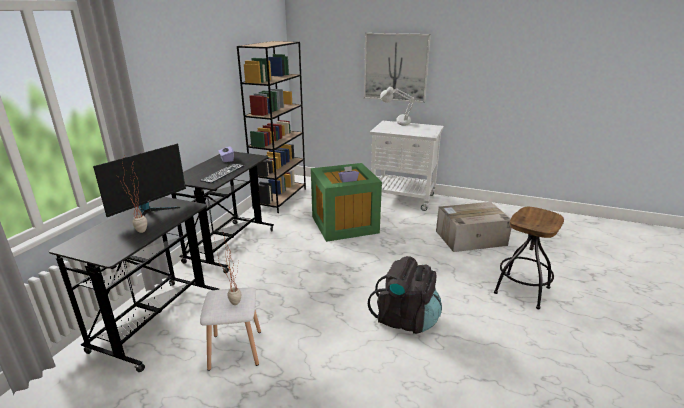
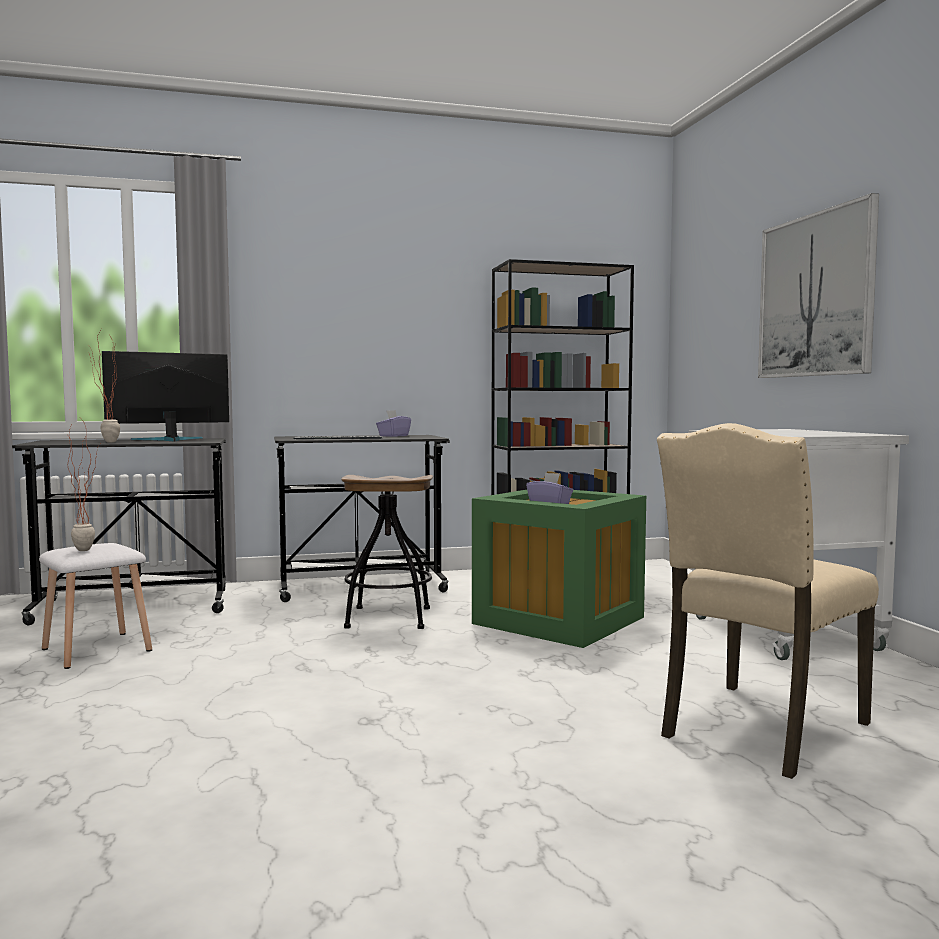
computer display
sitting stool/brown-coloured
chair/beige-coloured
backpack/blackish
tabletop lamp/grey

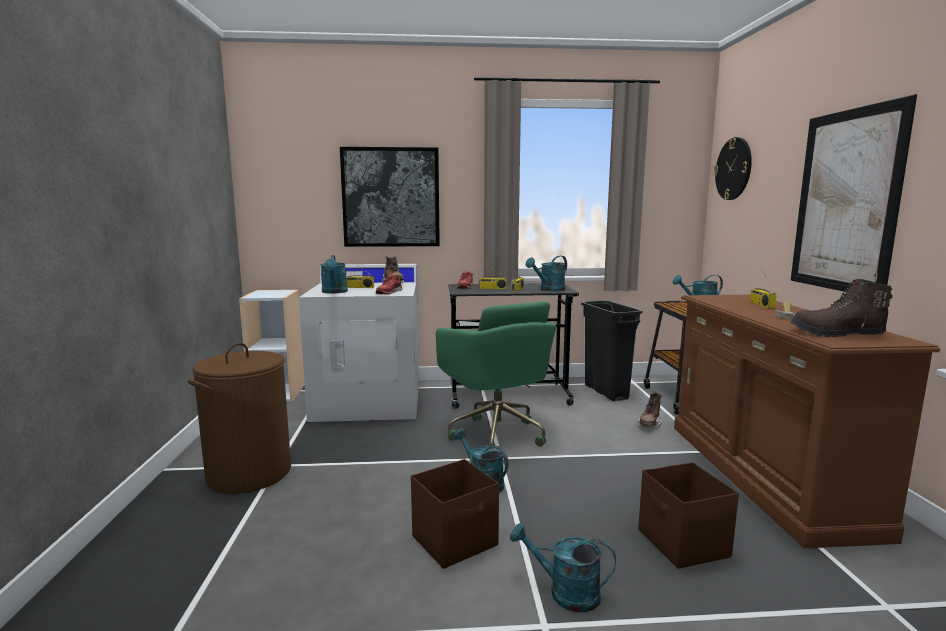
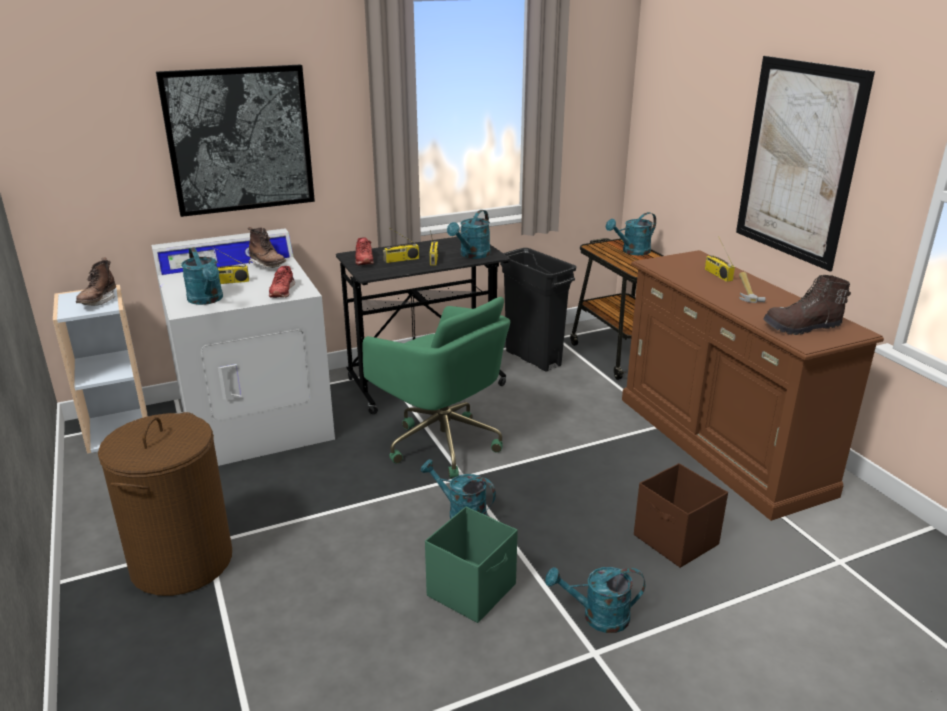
boot/brown-coloured (no. 1 from left)
storage bin/green-coloured
hanging clock

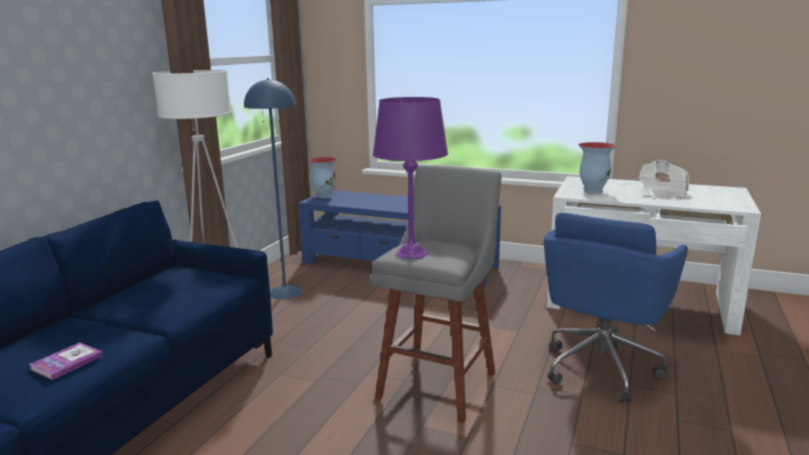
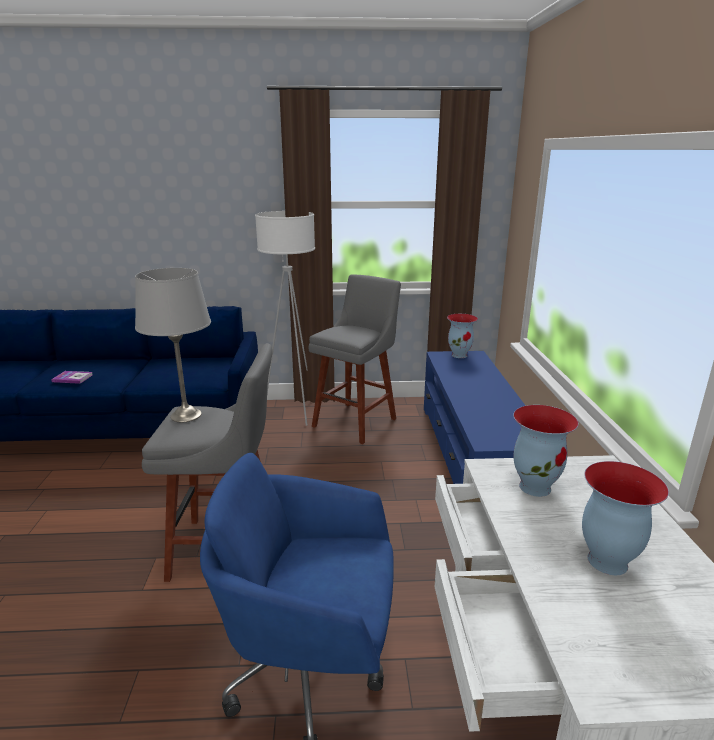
tabletop lamp/grey
sitting stool/grey (no. 2 from left)
vase (no. 3 from left)

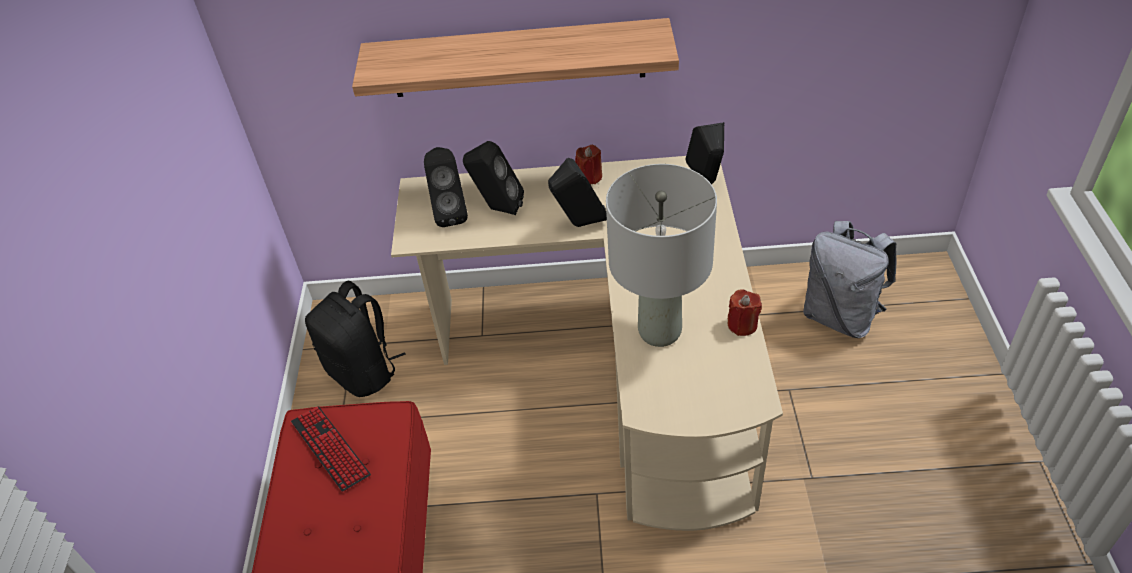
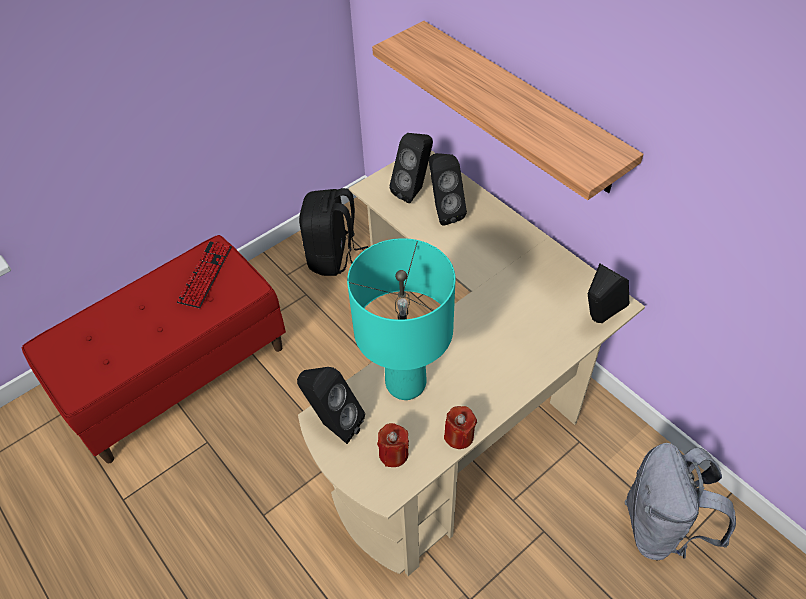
loudspeaker/blackish (no. 1 from left)
tabletop lamp/turquoise
wax candle/reddish (no. 1 from left)

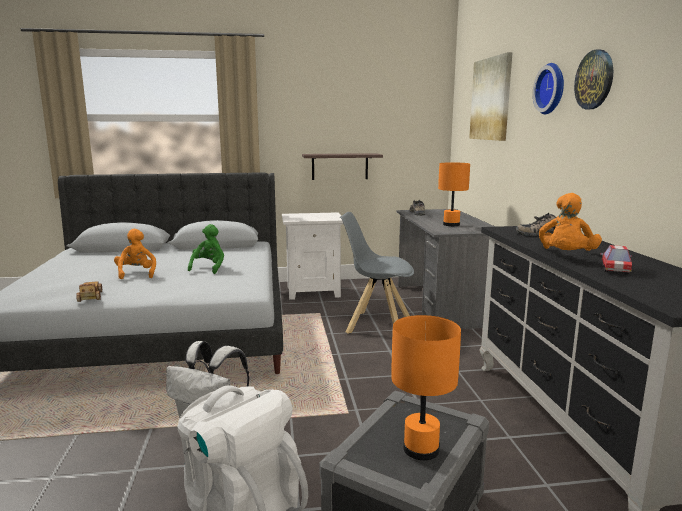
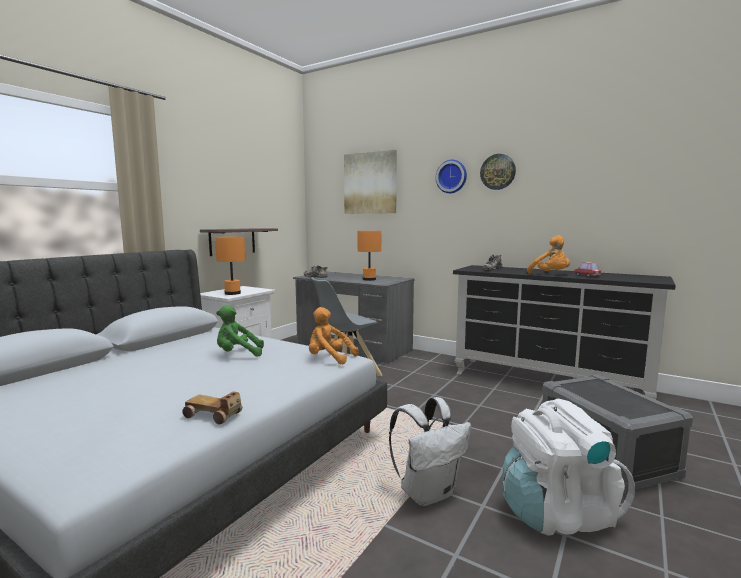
tabletop lamp/orange (no. 1 from left)
soft toy/green-coloured
soft toy/orange (no. 1 from left)

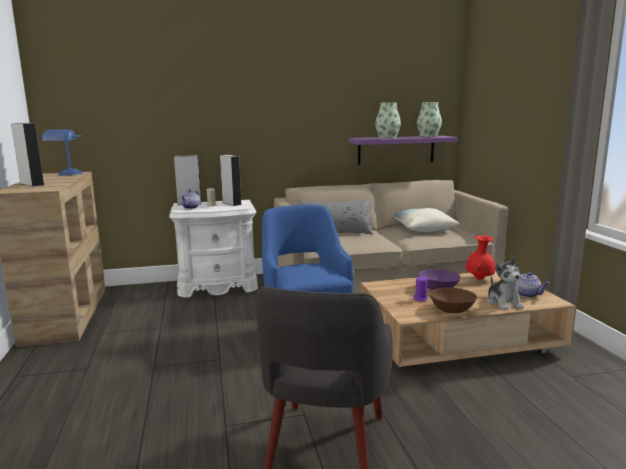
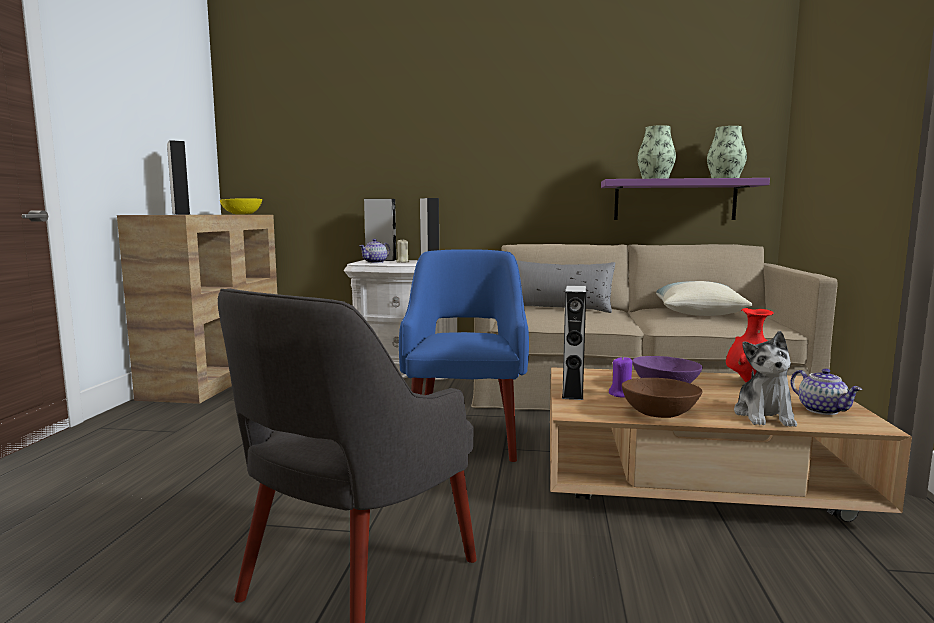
serving bowl/yellow
loudspeaker/grey (no. 4 from left)

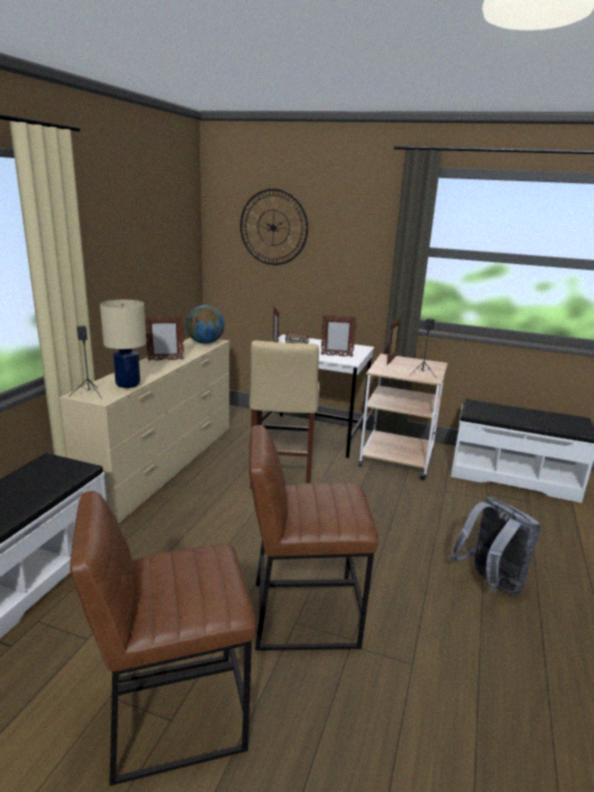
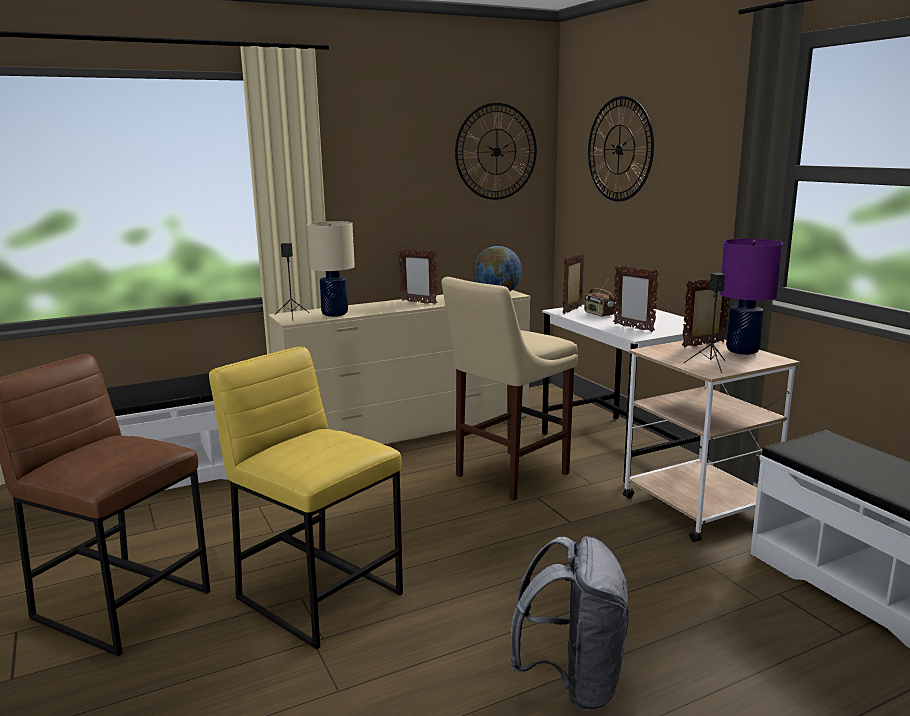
chair/yellow
hanging clock (no. 1 from left)
tabletop lamp/purplish

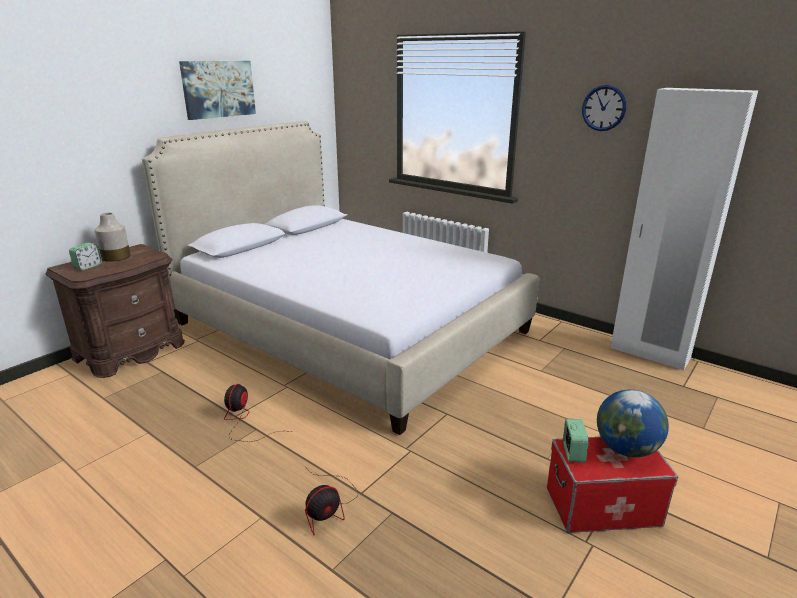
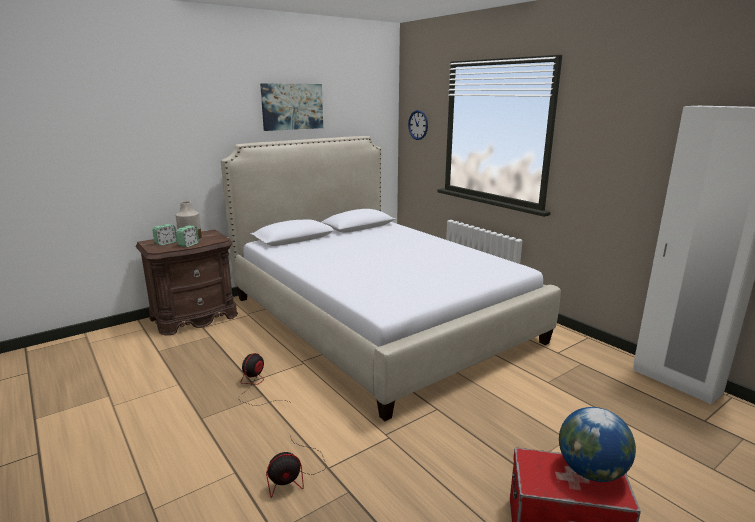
bedside clock (no. 2 from left)
hanging clock

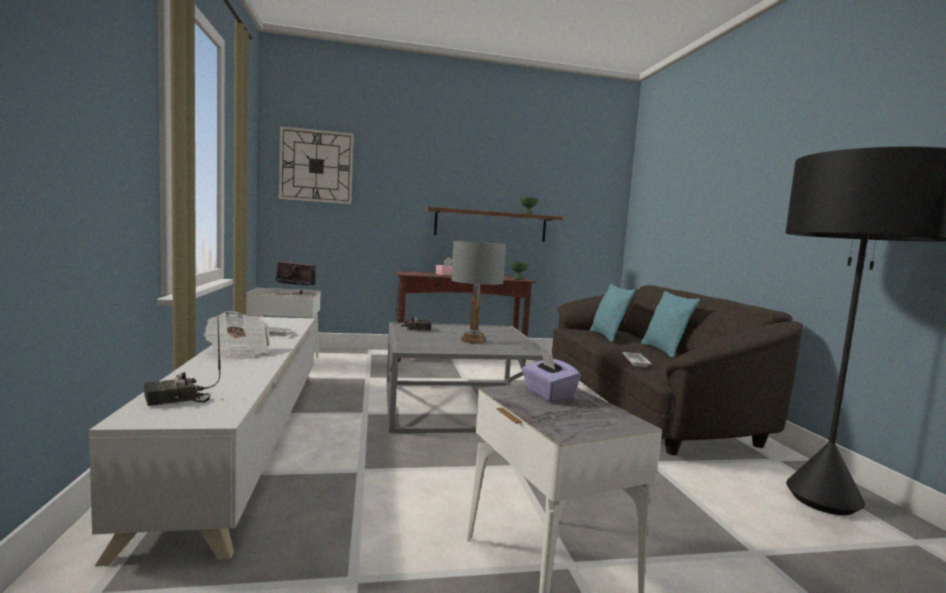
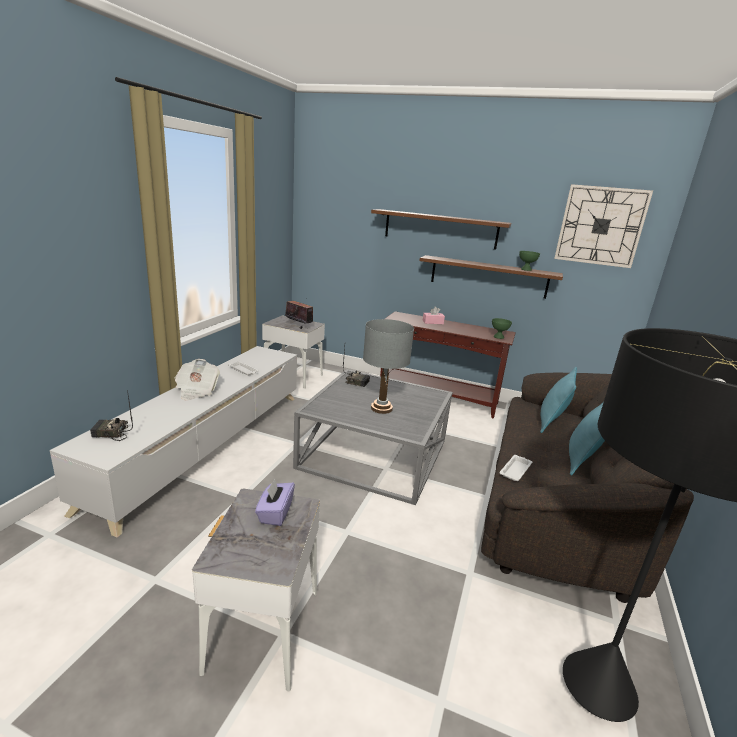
bracket shelf (no. 1 from left)
hanging clock

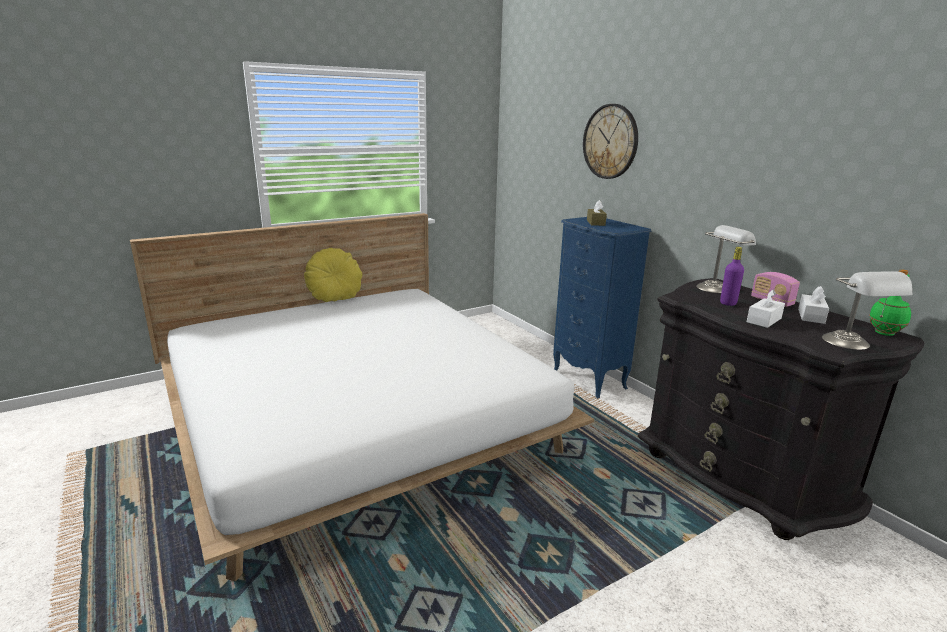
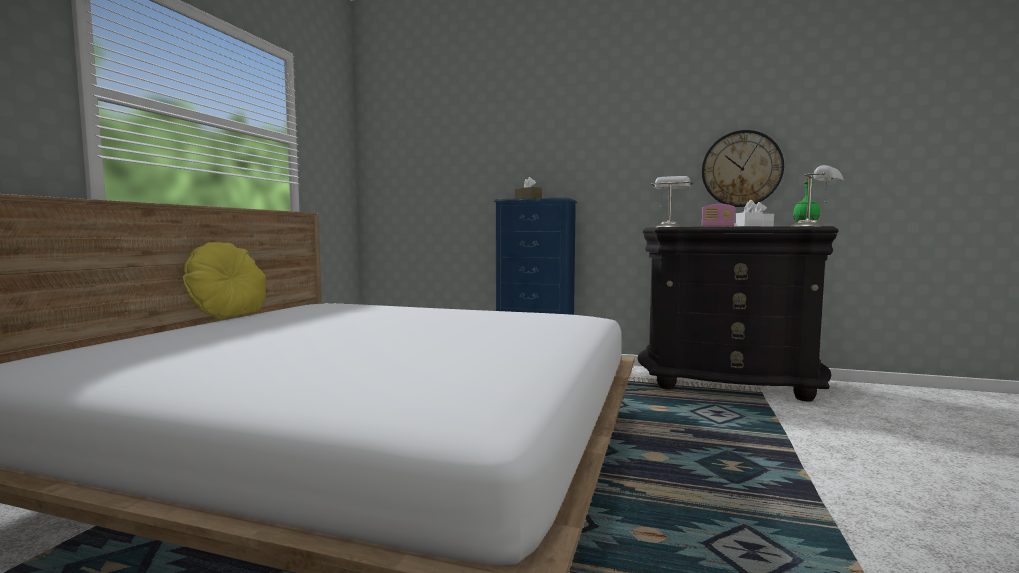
hanging clock
beverage bottle/purplish

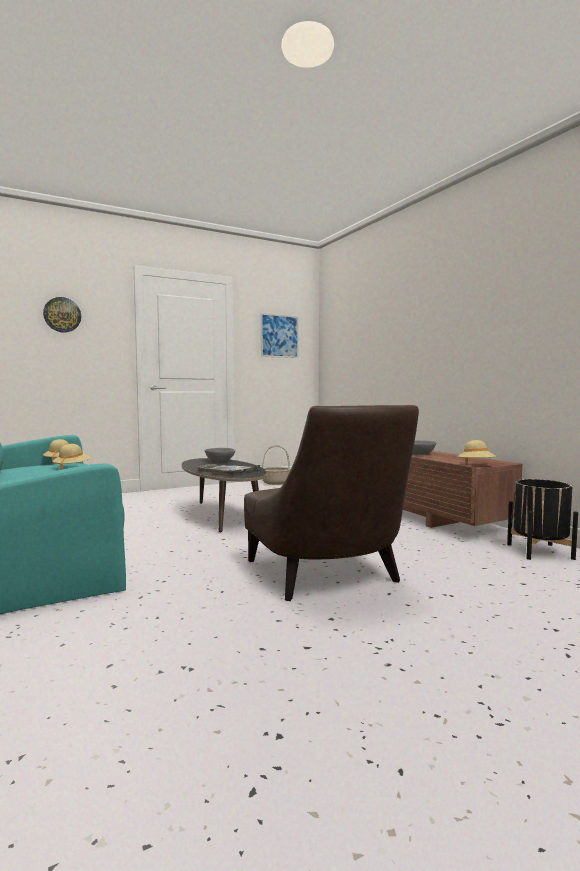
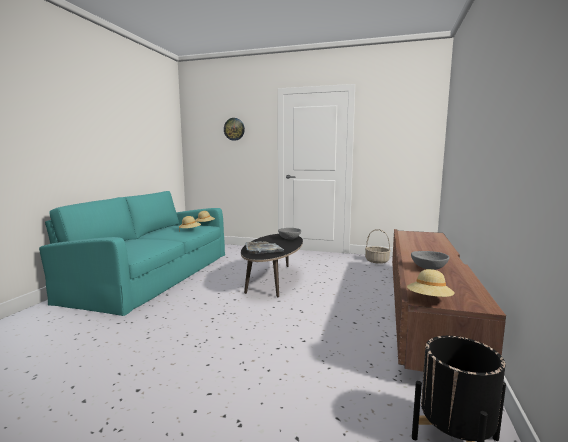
easy chair/brown-coloured
picture

